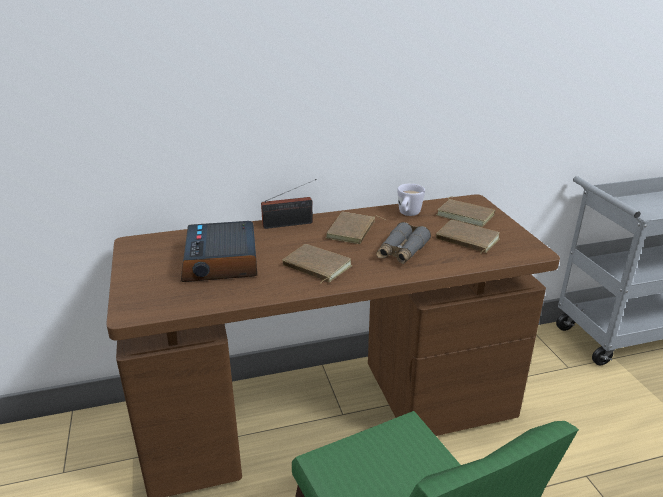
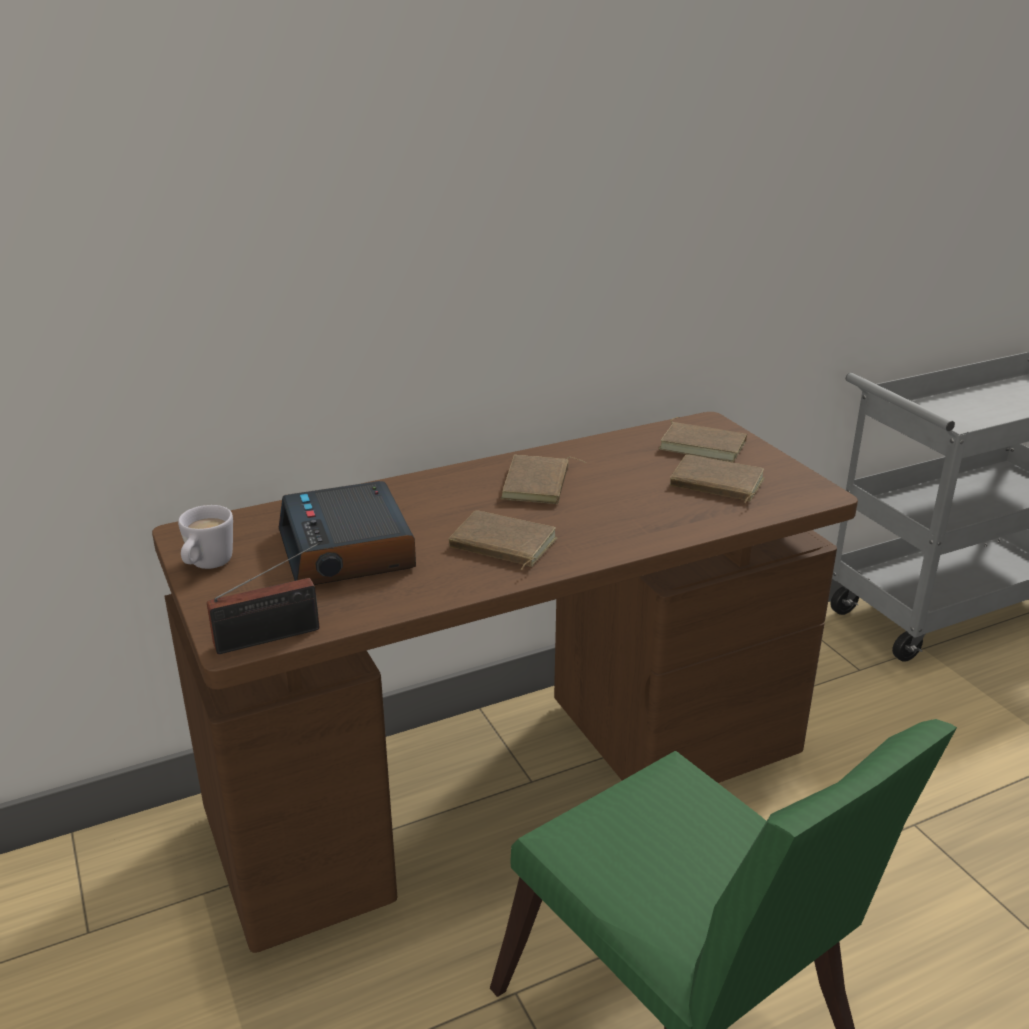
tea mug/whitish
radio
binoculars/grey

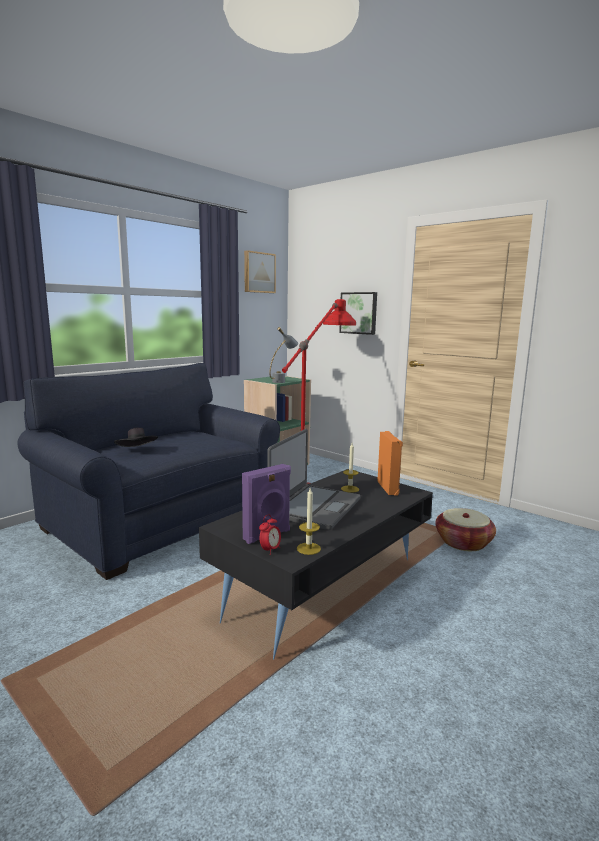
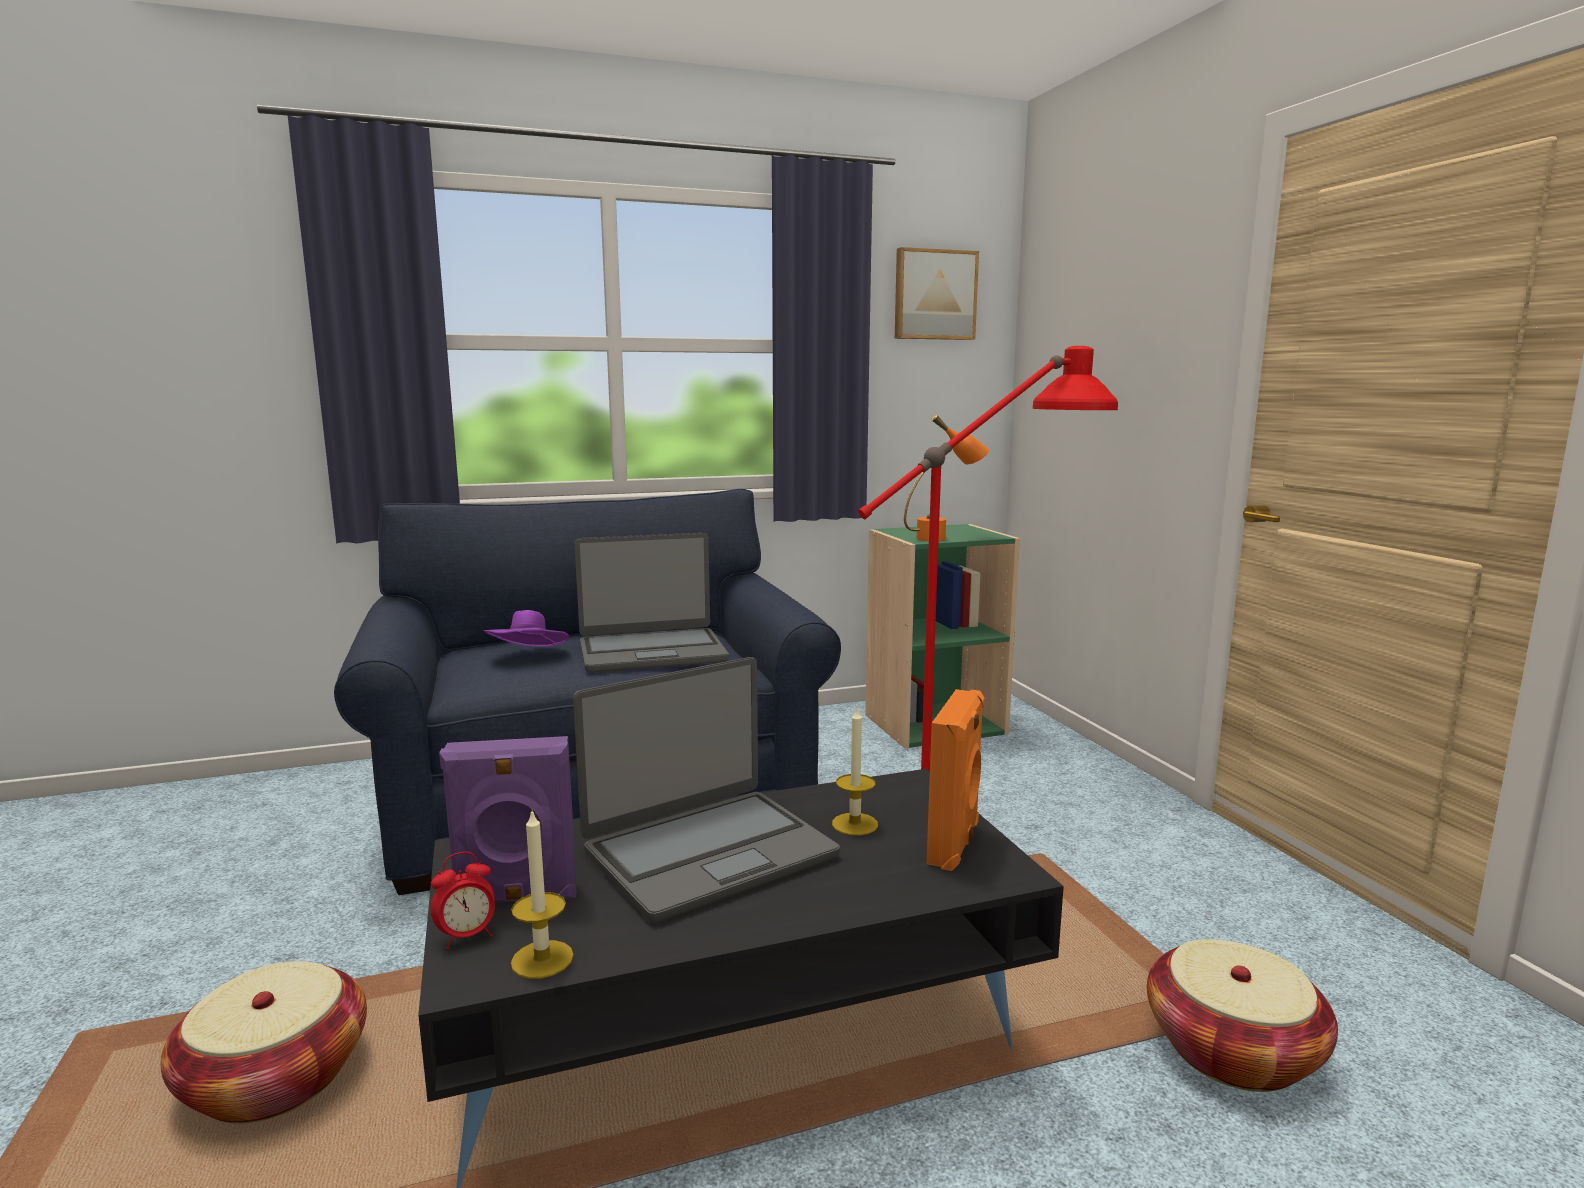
storage basket (no. 1 from left)
wearable hat/purplish
notebook computer (no. 1 from left)
tabletop lamp/orange
picture (no. 2 from left in the first image)

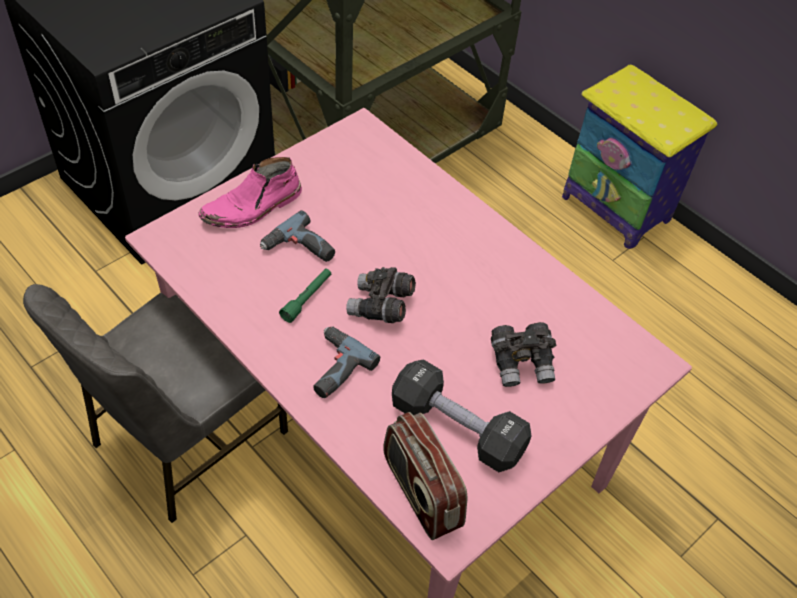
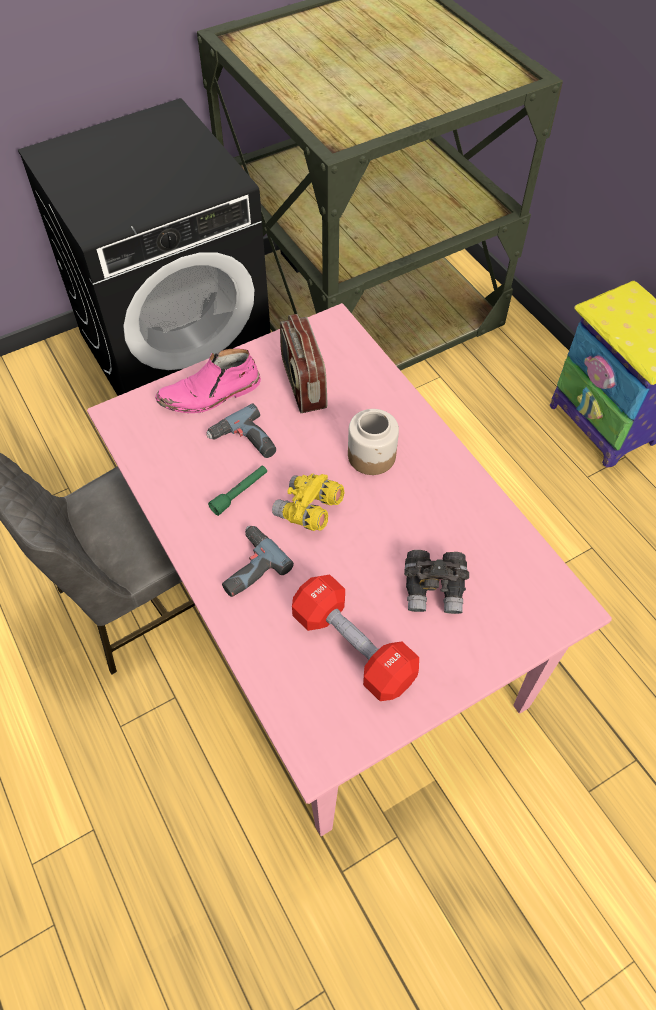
binoculars/yellow
radio
free weight/reddish
jar

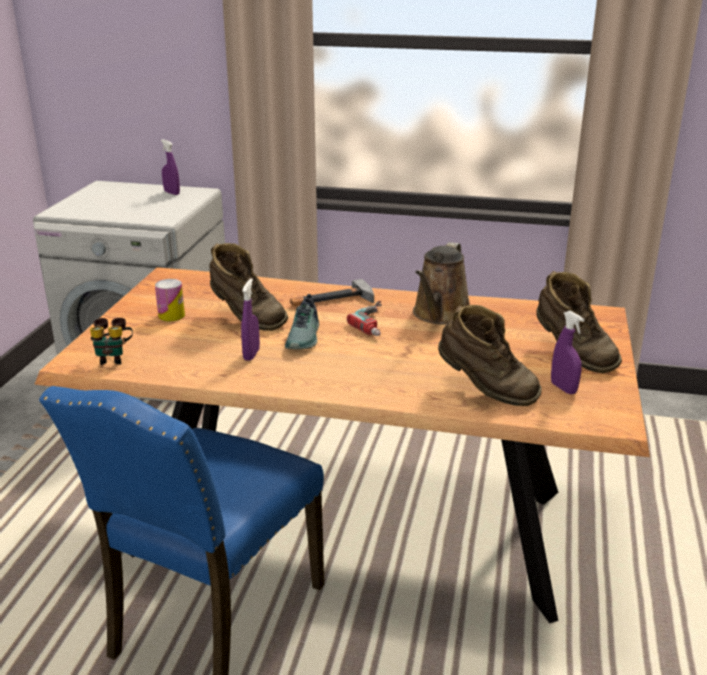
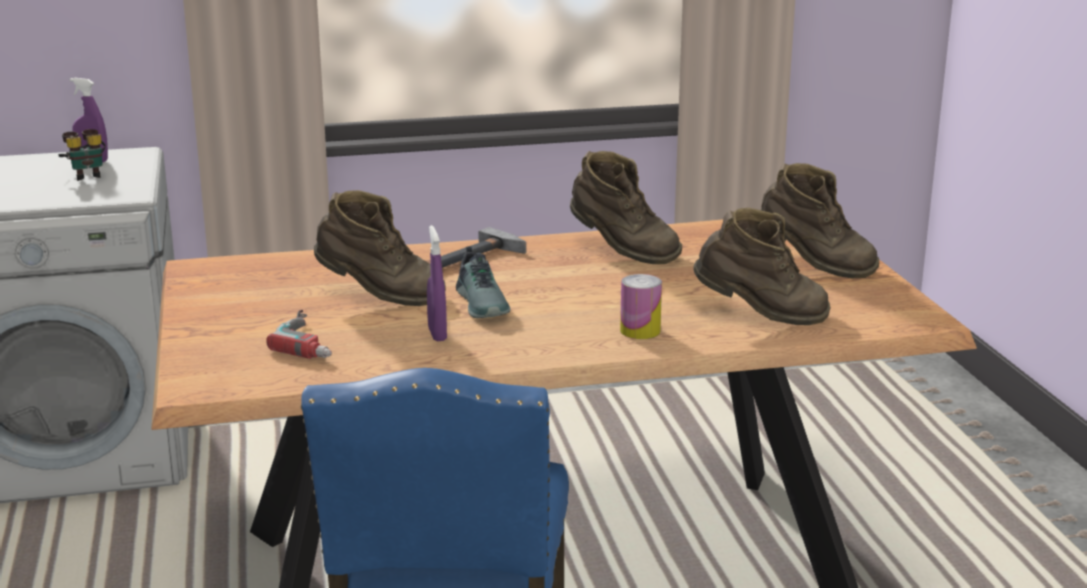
binoculars
electric drill
boot/brown-coloured (no. 2 from left)
sealed can
sprayer/purplish (no. 3 from left in the first image)

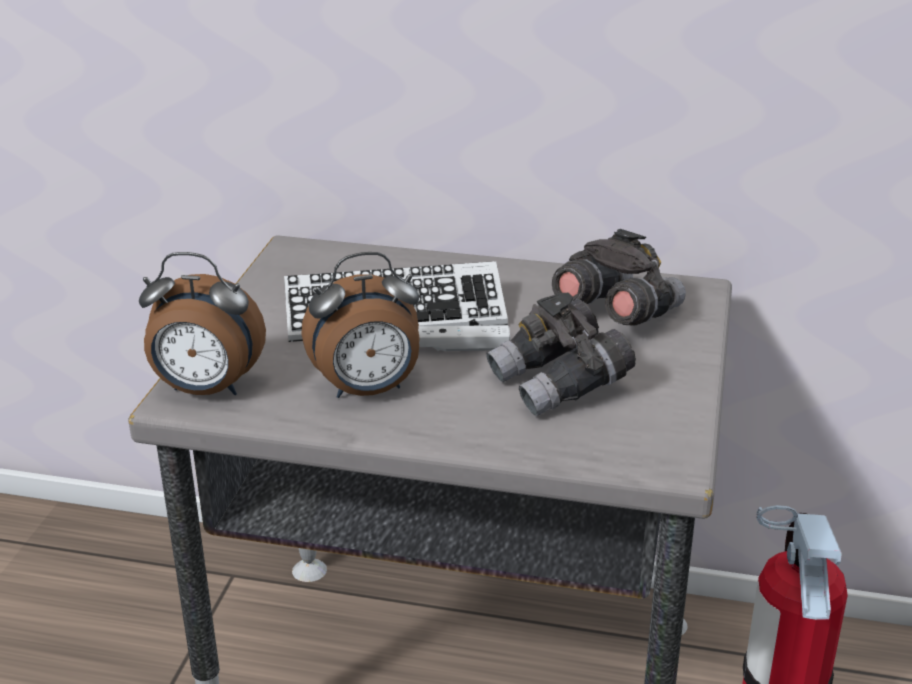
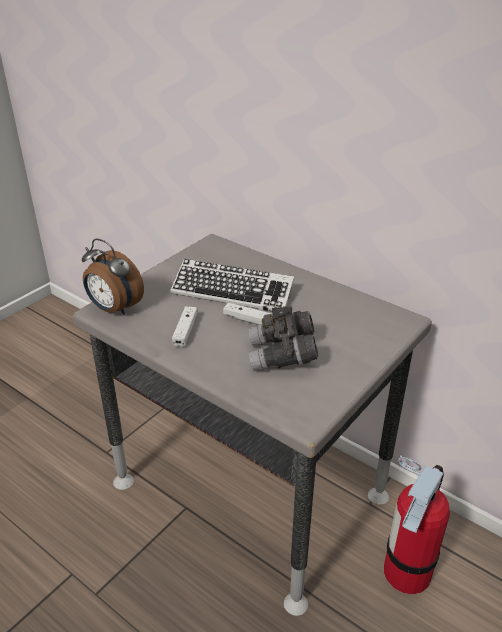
game controller/whitish (no. 1 from left)
binoculars/grey (no. 2 from left in the first image)

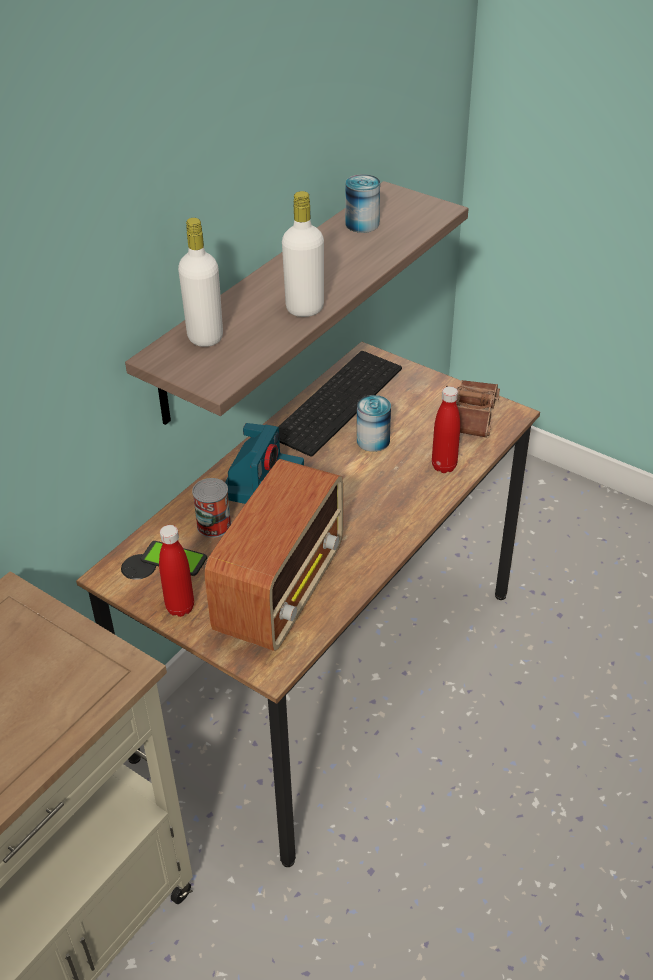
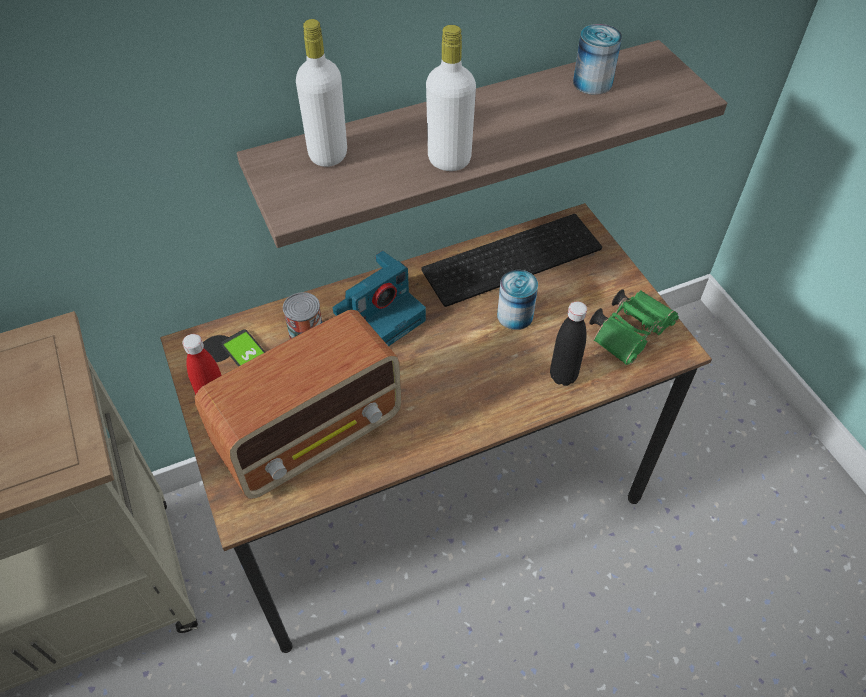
beverage bottle/blackish
binoculars/green-coloured

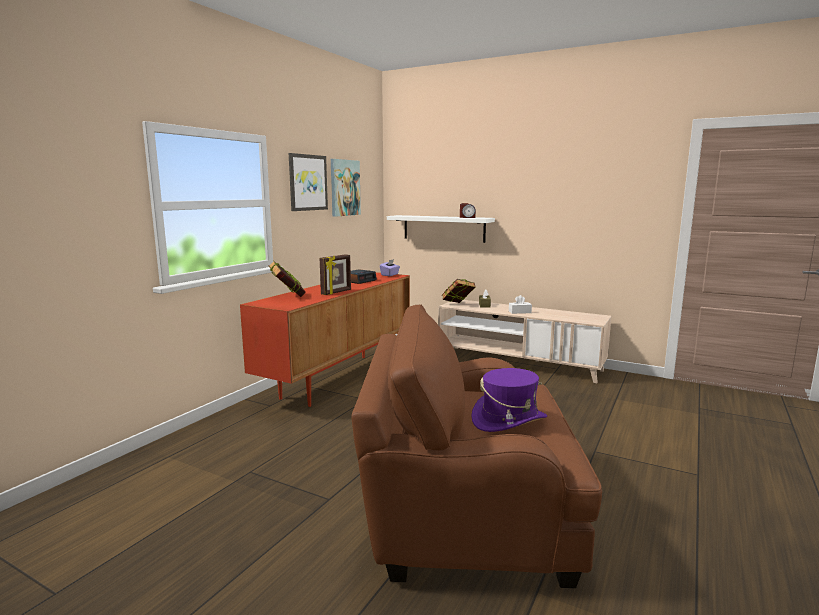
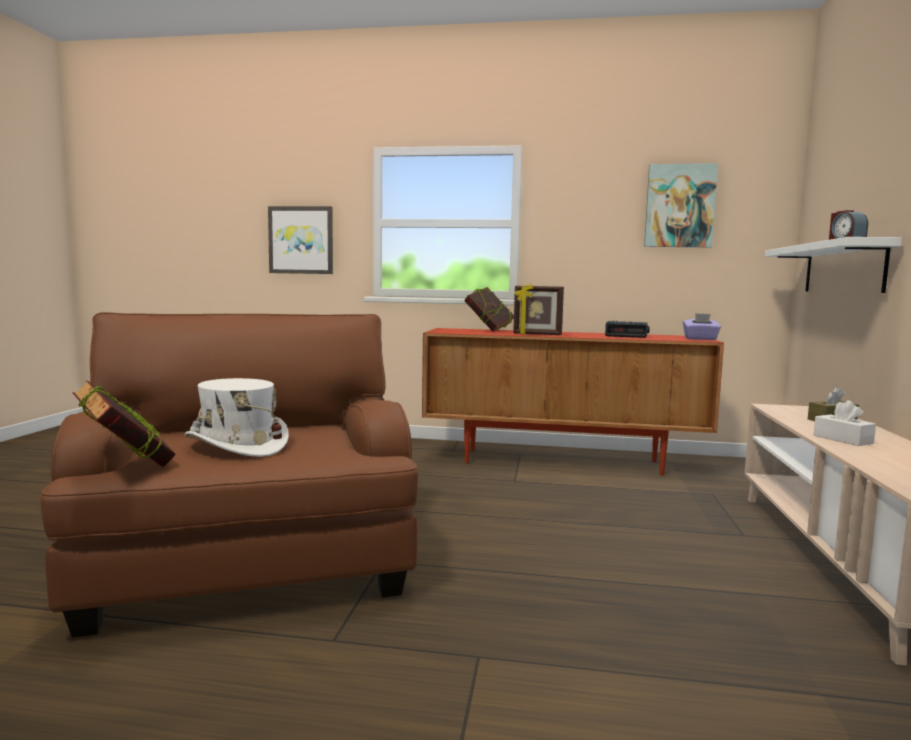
bound book (no. 1 from left)
wearable hat/whitish
picture (no. 1 from left)

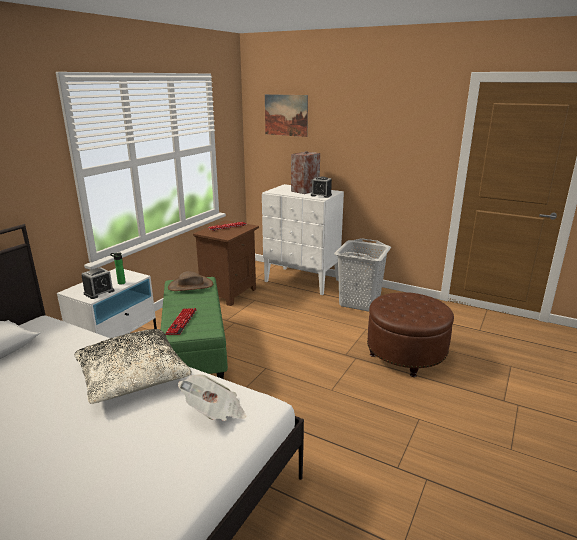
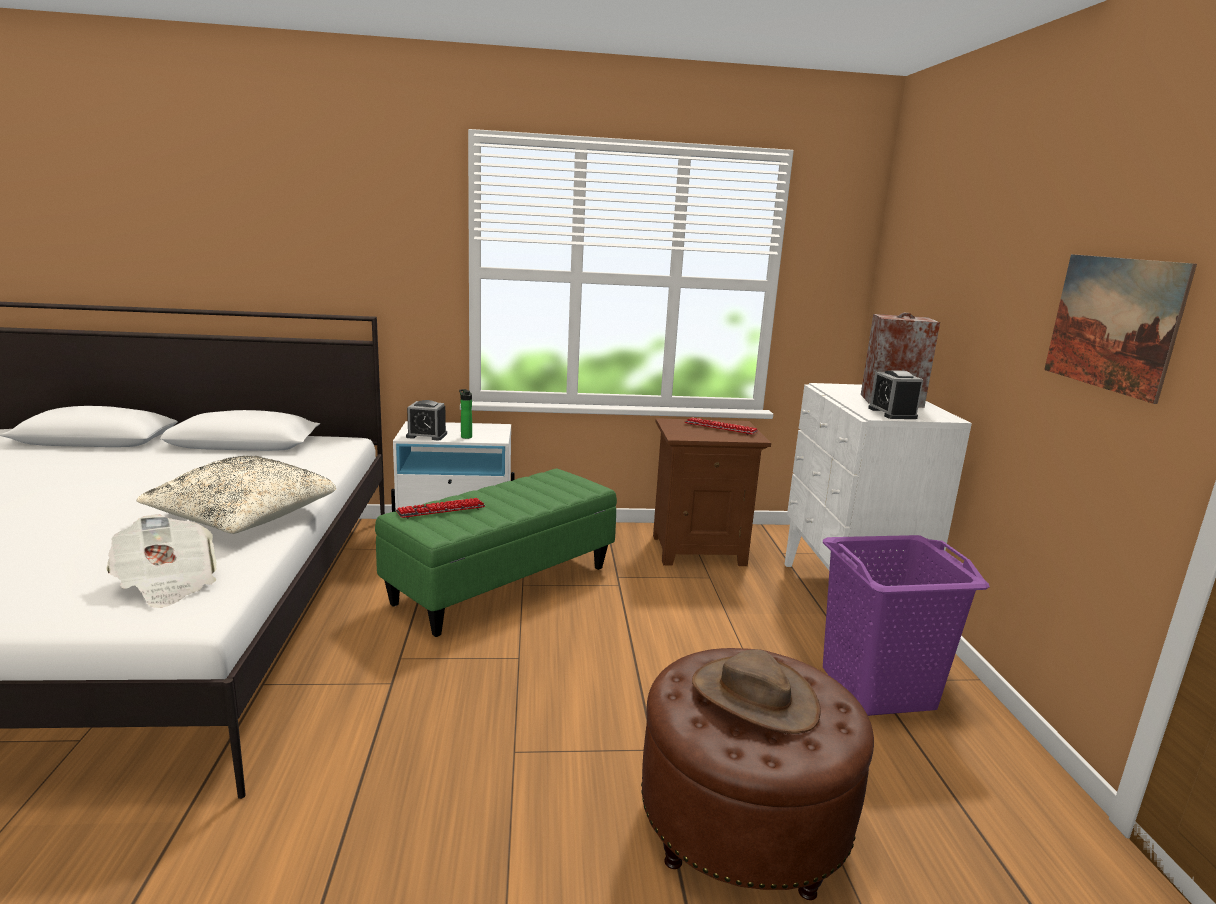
wearable hat/brown-coloured
laundry basket/purplish
picture

